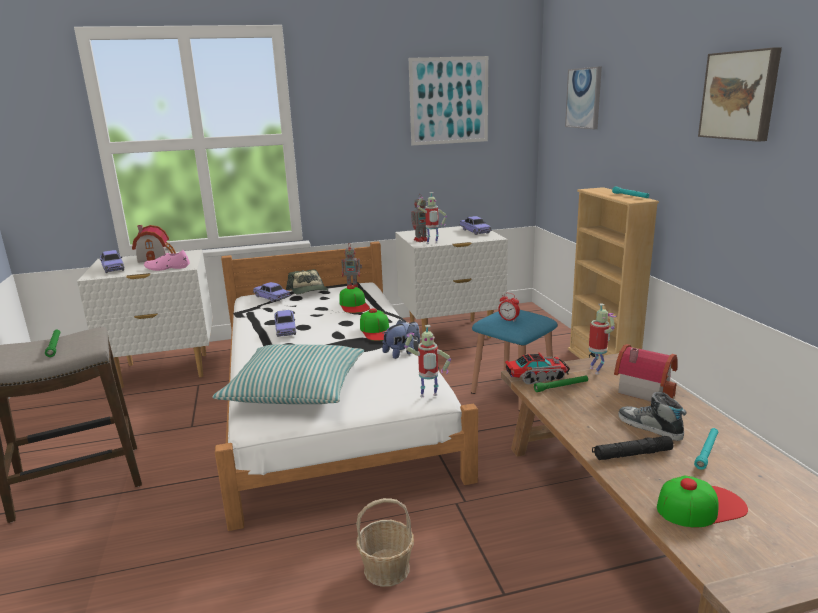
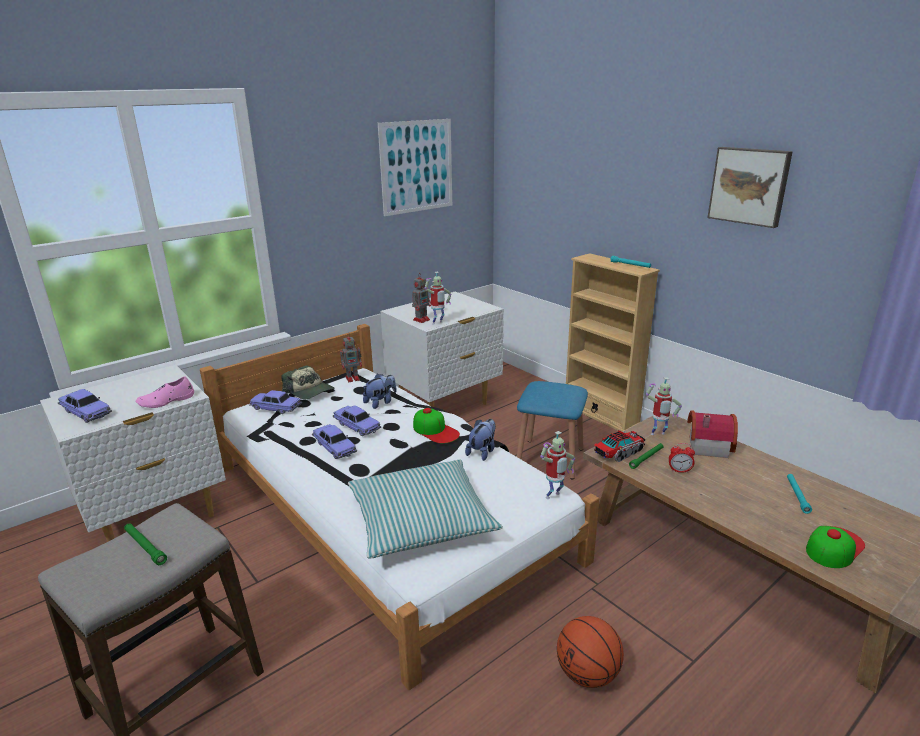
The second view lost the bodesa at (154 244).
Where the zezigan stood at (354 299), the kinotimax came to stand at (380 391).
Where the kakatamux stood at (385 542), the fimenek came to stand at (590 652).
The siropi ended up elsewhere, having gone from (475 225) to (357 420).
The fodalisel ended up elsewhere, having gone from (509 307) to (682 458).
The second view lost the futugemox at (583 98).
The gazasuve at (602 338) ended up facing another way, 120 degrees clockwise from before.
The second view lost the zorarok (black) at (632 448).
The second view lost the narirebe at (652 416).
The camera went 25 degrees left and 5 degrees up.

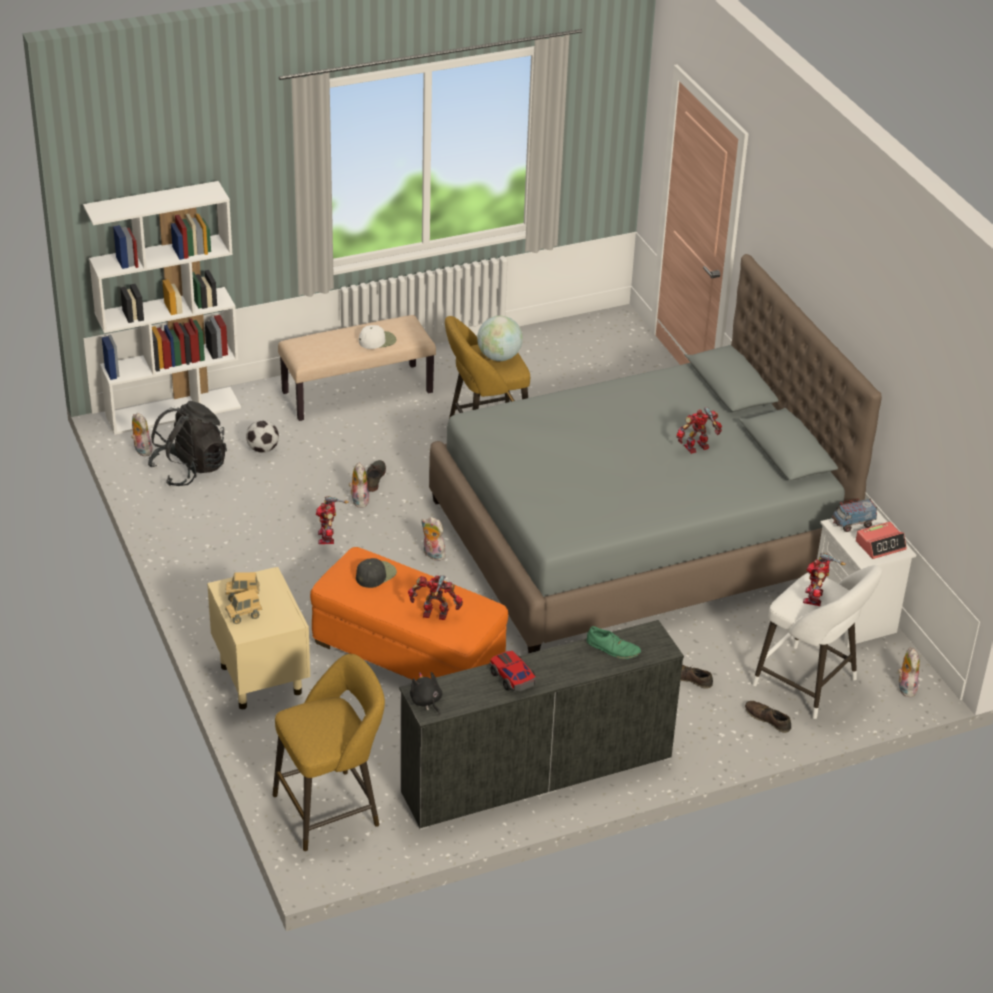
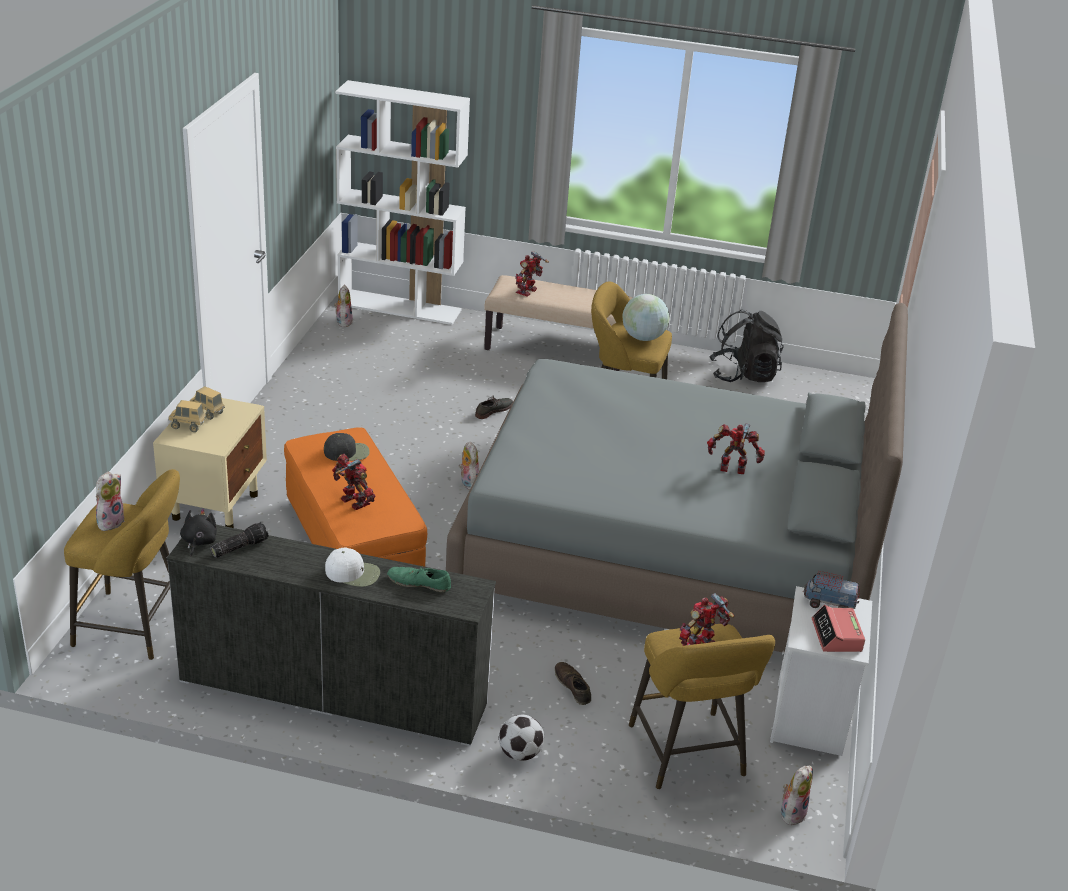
The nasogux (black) ended up elsewhere, having gone from (187 443) to (746 345).
The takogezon ended up elsewhere, having gone from (262 436) to (521 738).
The gazasuve ended up elsewhere, having gone from (332 520) to (532 274).
The kinotimax ended up elsewhere, having gone from (359 485) to (110 501).
The zezigan (white) ended up elsewhere, having gone from (377 337) to (352 567).
The second view lost the siropi at (513 671).
The narirebe (green) at (614 642) ended up facing another way, 135 degrees clockwise from before.
The second view lost the narirebe (brown) at (768 717).
What was the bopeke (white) at (817 642) turned into the bopeke (yellow) at (702 707).
The fodalisel at (881 540) ended up facing another way, 75 degrees clockwise from before.
The second view gained the zorarok at (239 540).
The camera went 35 degrees right and 5 degrees down.

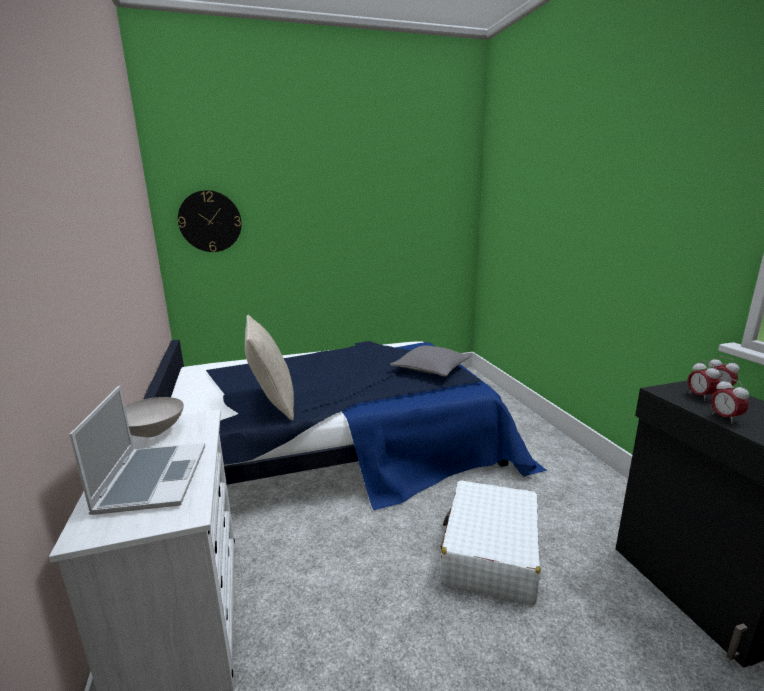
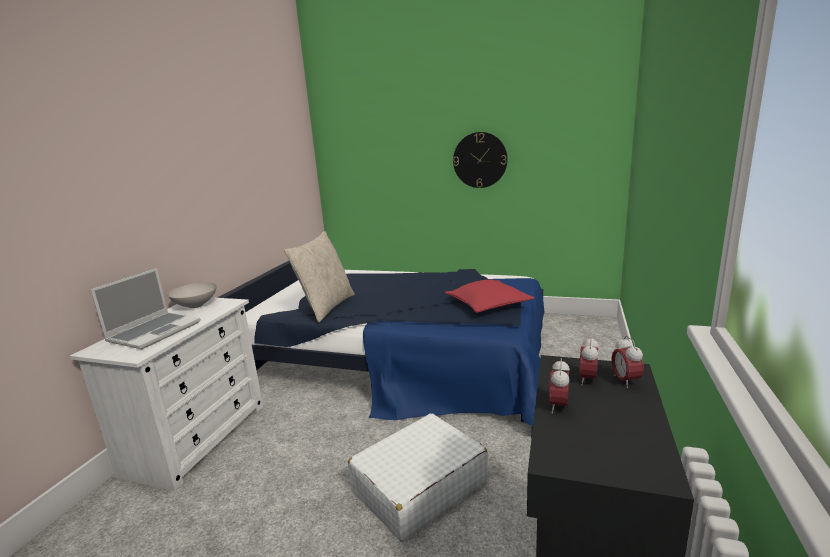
The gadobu ended up elsewhere, having gone from (209 221) to (480 160).
What was the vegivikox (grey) at (431 361) turned into the vegivikox (red) at (489 296).
The camera went 35 degrees right and 0 degrees up.

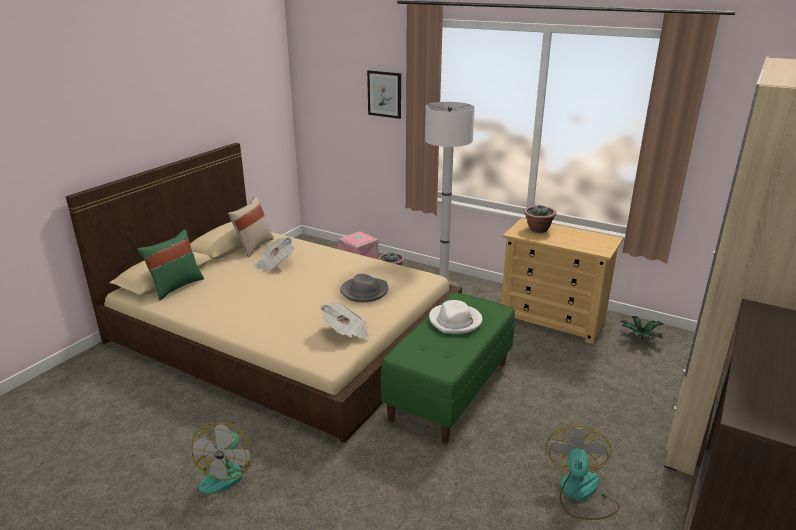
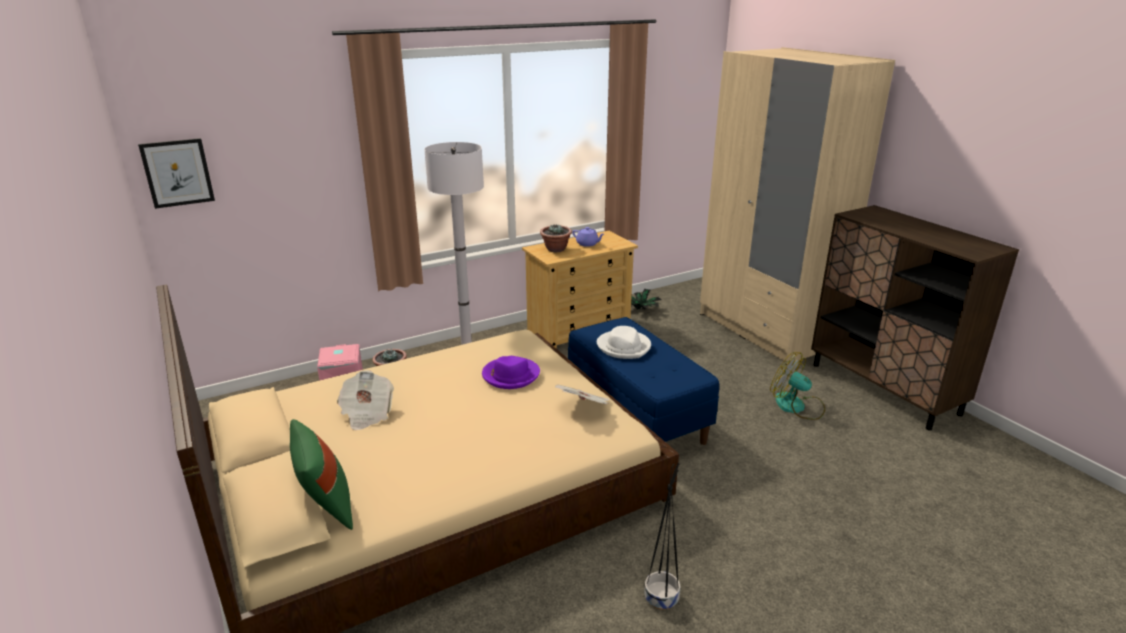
Where the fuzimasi stood at (222 458), the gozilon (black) came to stand at (662 536).
The second view lost the vegivikox (beige) at (251 227).
What was the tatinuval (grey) at (364 288) turned into the tatinuval (purple) at (511 372).
The futugemox ended up elsewhere, having gone from (384 94) to (176 173).
What was the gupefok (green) at (448 368) turned into the gupefok (blue) at (643 381).
The second view gained the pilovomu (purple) at (588 237).
The camera went 60 degrees left and 0 degrees up.

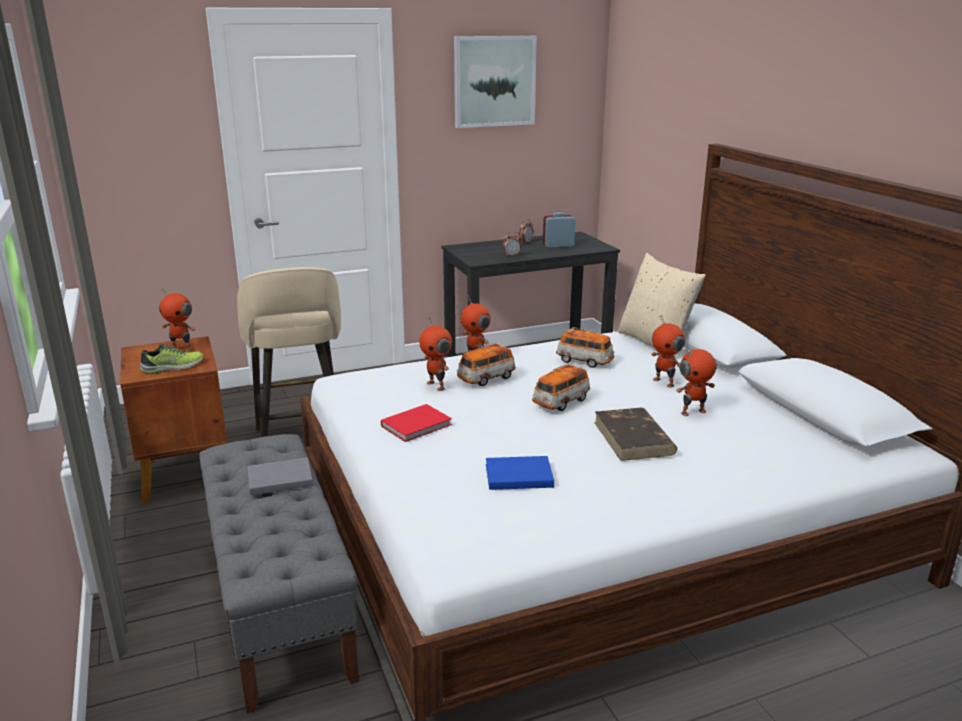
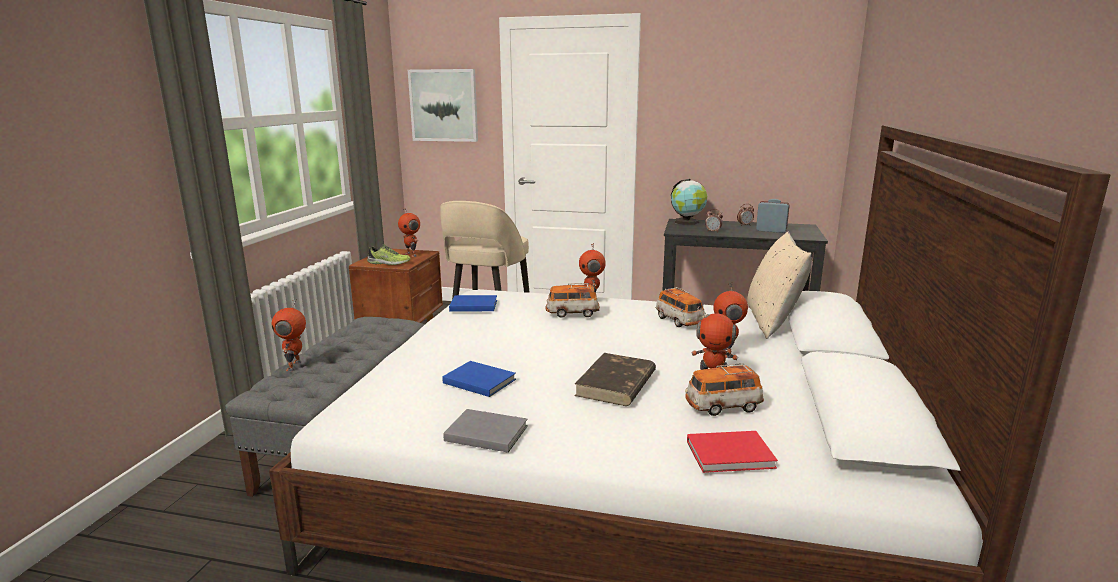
The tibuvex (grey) ended up elsewhere, having gone from (280 476) to (485 431).
The tibuvex (red) ended up elsewhere, having gone from (416 423) to (732 452).
The gazasuve ended up elsewhere, having gone from (435 354) to (289 335).
The futugemox ended up elsewhere, having gone from (495 82) to (443 105).
The siropi ended up elsewhere, having gone from (561 387) to (724 389).
The second view gained the tibuvex (blue) at (473 303).
The second view gained the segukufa at (689 202).
The camera went 35 degrees right and 5 degrees down.

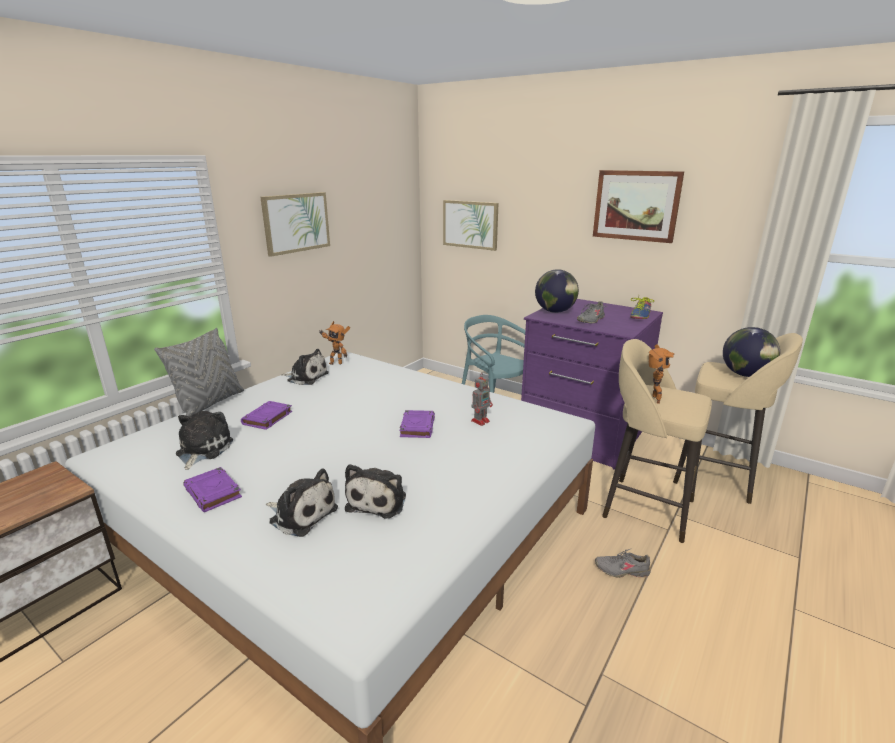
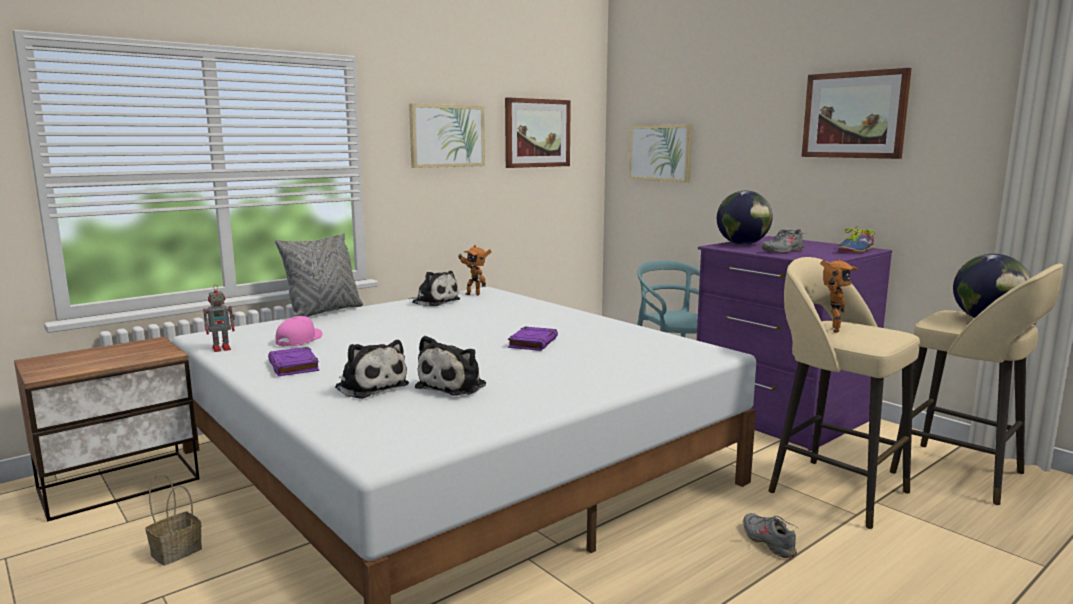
Where the kinotimax stood at (204 440), the zezigan (pink) came to stand at (299 331).
The second view lost the tibuvex (purple) at (266 415).
The gazasuve ended up elsewhere, having gone from (482 399) to (219 318).
The narirebe (grey) at (623 563) ended up facing another way, 45 degrees clockwise from before.
The second view gained the kakatamux at (173 519).
The second view gained the futugemox at (538 132).
The camera went 15 degrees right and 10 degrees down.

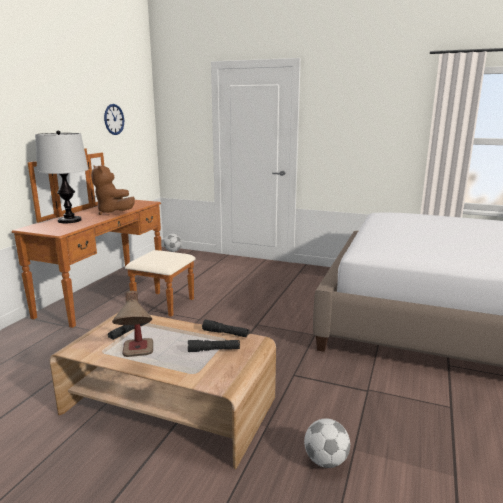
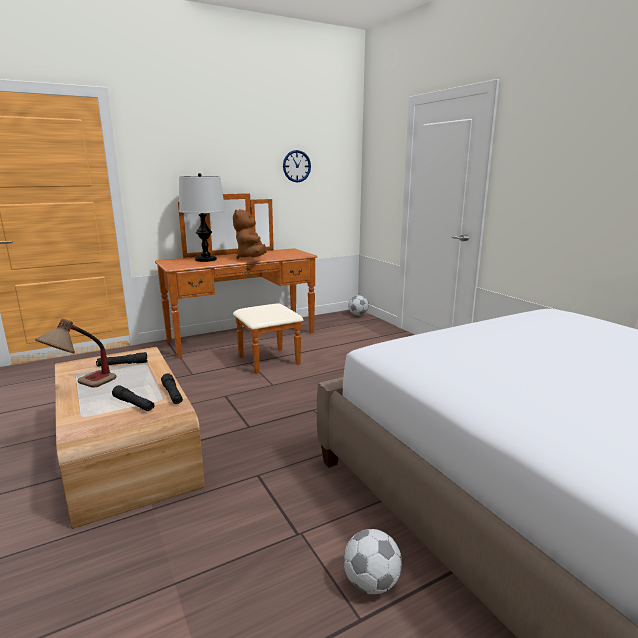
The takogezon ended up elsewhere, having gone from (327 443) to (372 561).
The camera went 40 degrees right and 0 degrees up.

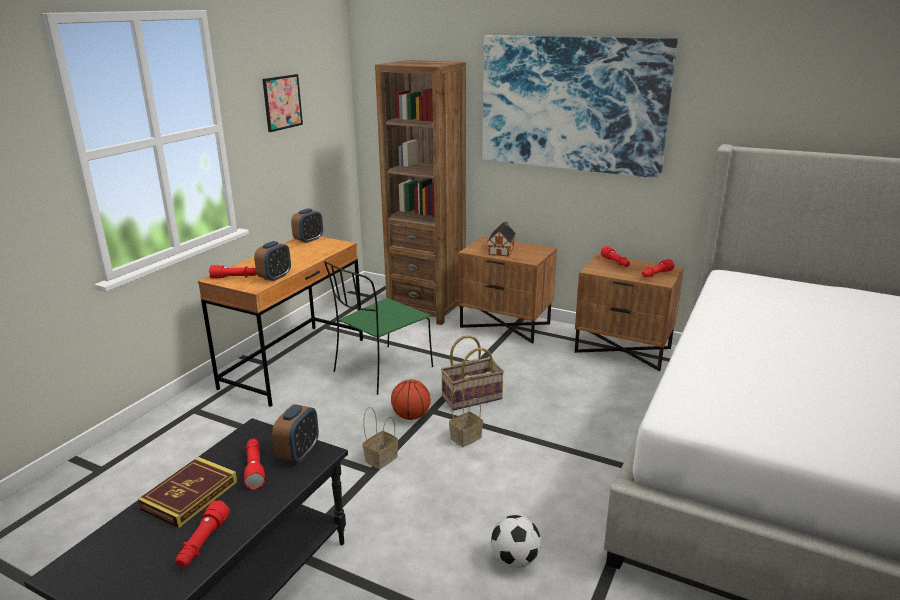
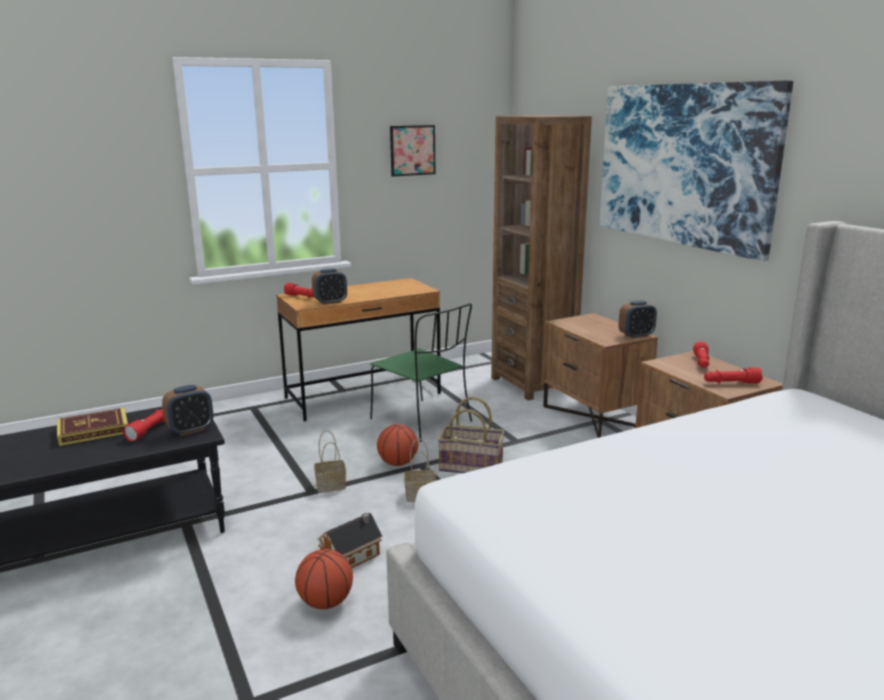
The second view lost the zorarok (red) at (202 534).
The fodalisel ended up elsewhere, having gone from (307 225) to (637 320).
The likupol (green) at (378 328) ended up facing another way, 120 degrees counterclockwise from before.
The bodesa ended up elsewhere, having gone from (501 239) to (350 540).
Where the takogezon stood at (516 541), the fimenek came to stand at (324 579).
The camera went 35 degrees right and 5 degrees down.

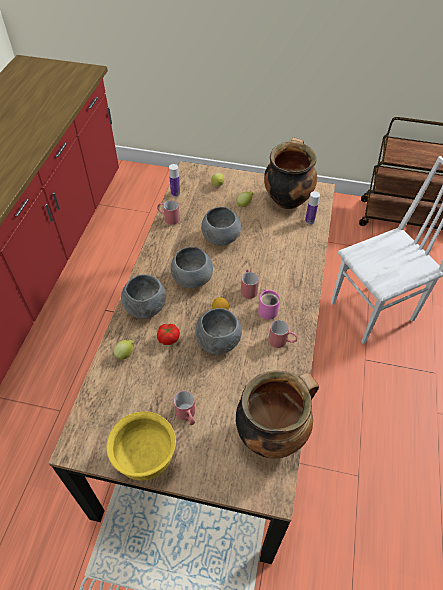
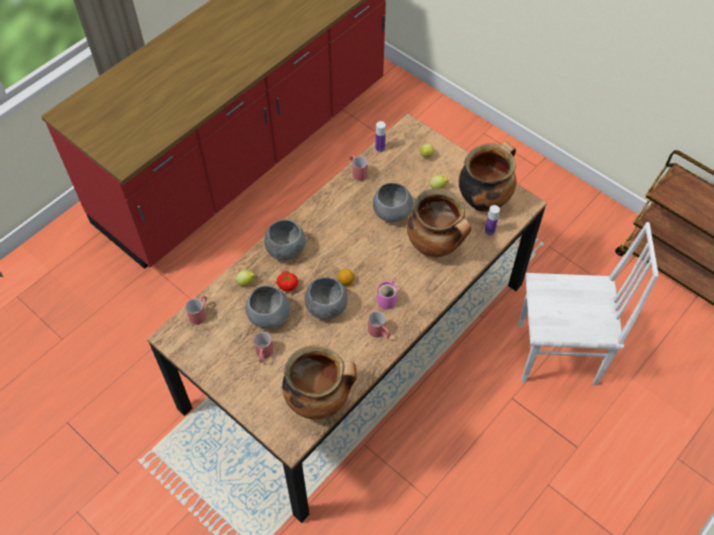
The second view lost the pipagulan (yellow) at (141 446).
The pipagulan (grey) ended up elsewhere, having gone from (192 267) to (268 307).
The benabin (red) ended up elsewhere, having gone from (250 284) to (196 310).
The second view gained the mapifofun at (439 222).
The camera went 30 degrees right and 5 degrees up.

